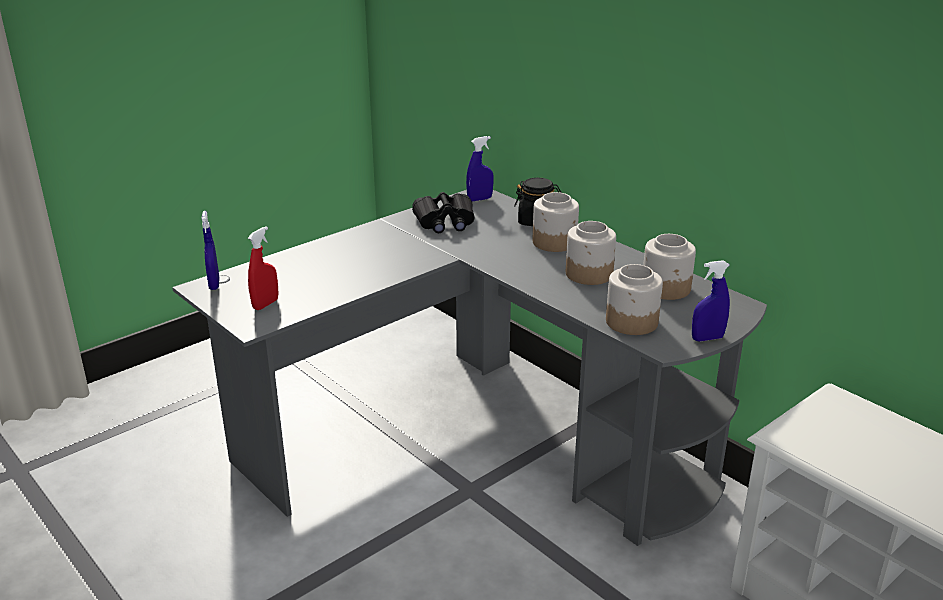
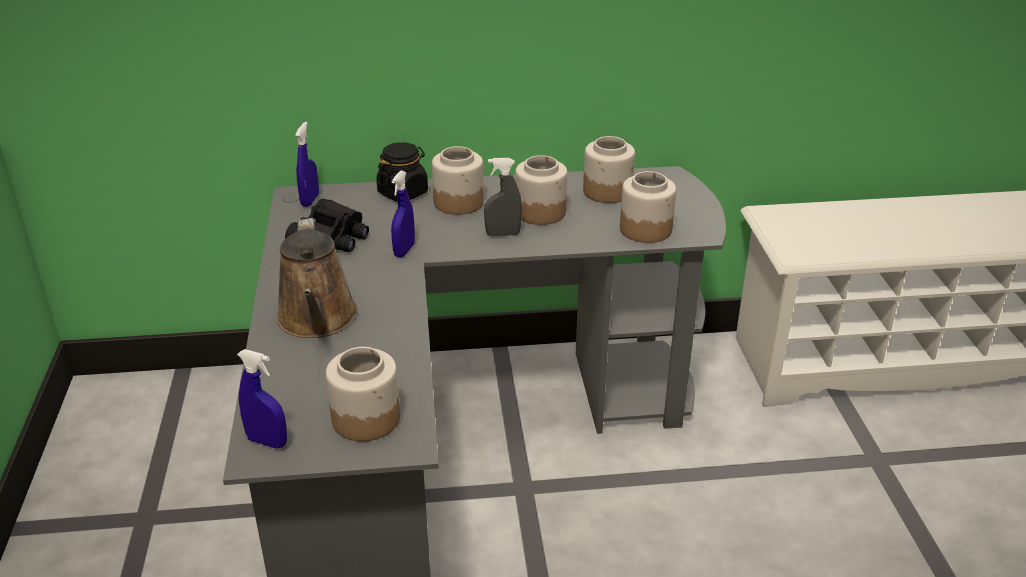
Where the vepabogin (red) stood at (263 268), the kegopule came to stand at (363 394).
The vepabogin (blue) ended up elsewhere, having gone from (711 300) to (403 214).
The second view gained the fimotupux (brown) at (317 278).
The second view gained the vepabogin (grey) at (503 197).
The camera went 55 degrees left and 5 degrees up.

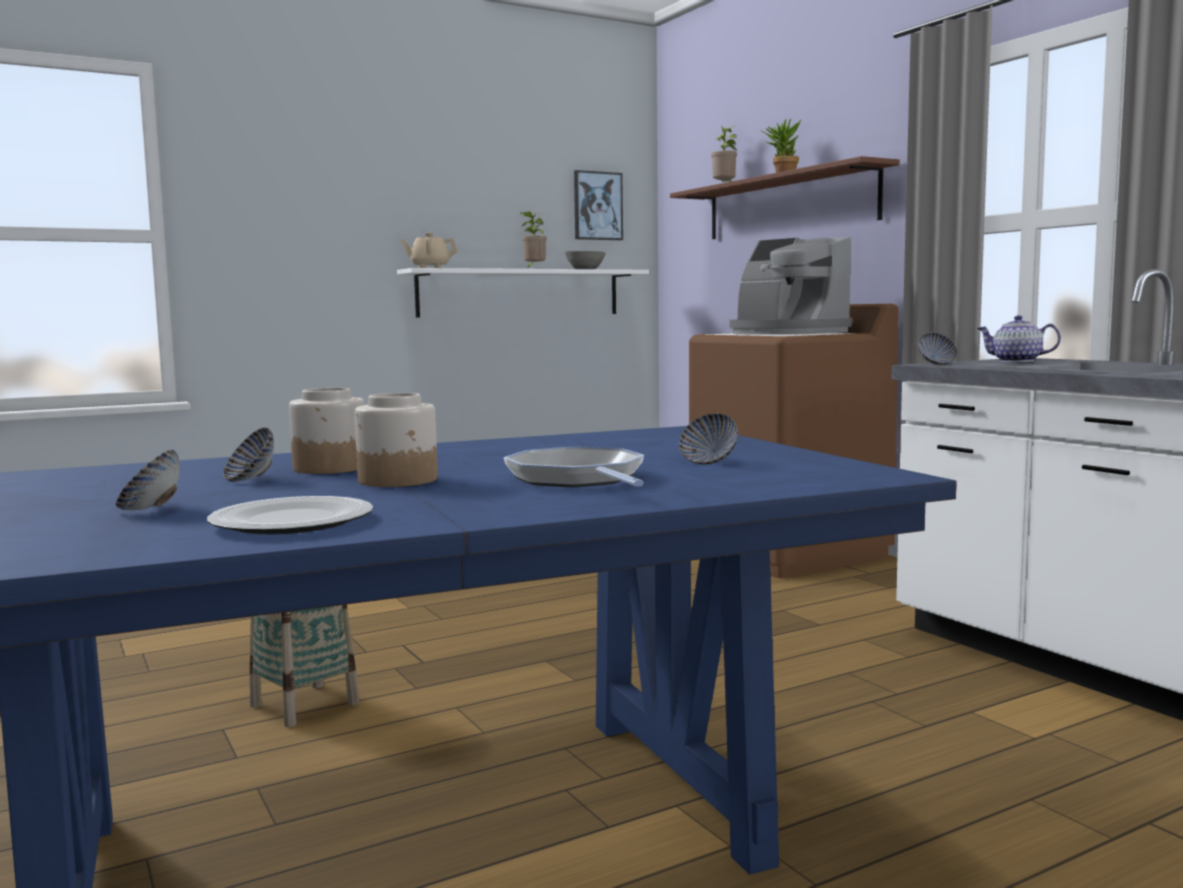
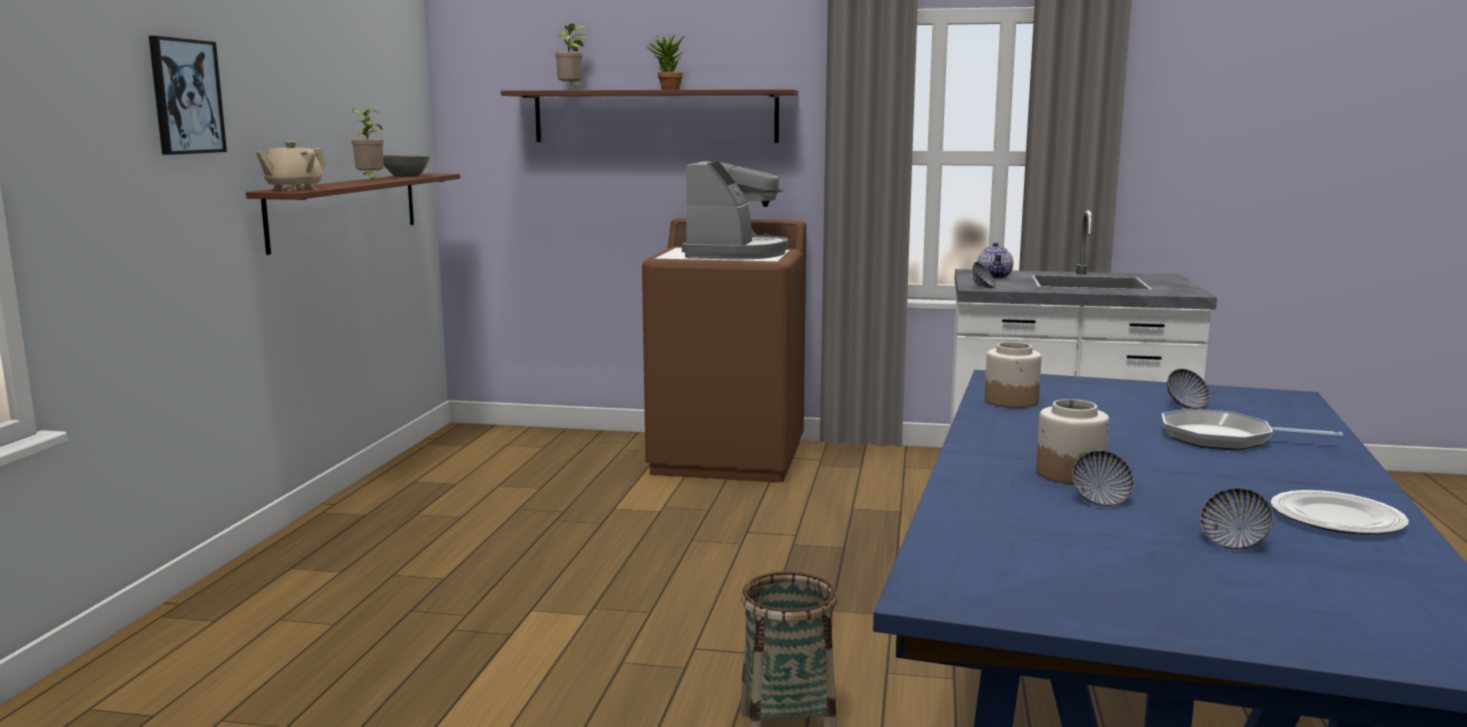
The kegopule ended up elsewhere, having gone from (396 440) to (1013 375).
What was the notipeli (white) at (523 293) turned into the notipeli (brown) at (353 214).
The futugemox ended up elsewhere, having gone from (598 205) to (188 95).
The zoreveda at (791 286) ended up facing another way, 75 degrees counterclockwise from before.
The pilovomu at (1019 338) ended up facing another way, 60 degrees counterclockwise from before.
The camera went 50 degrees left and 5 degrees up.

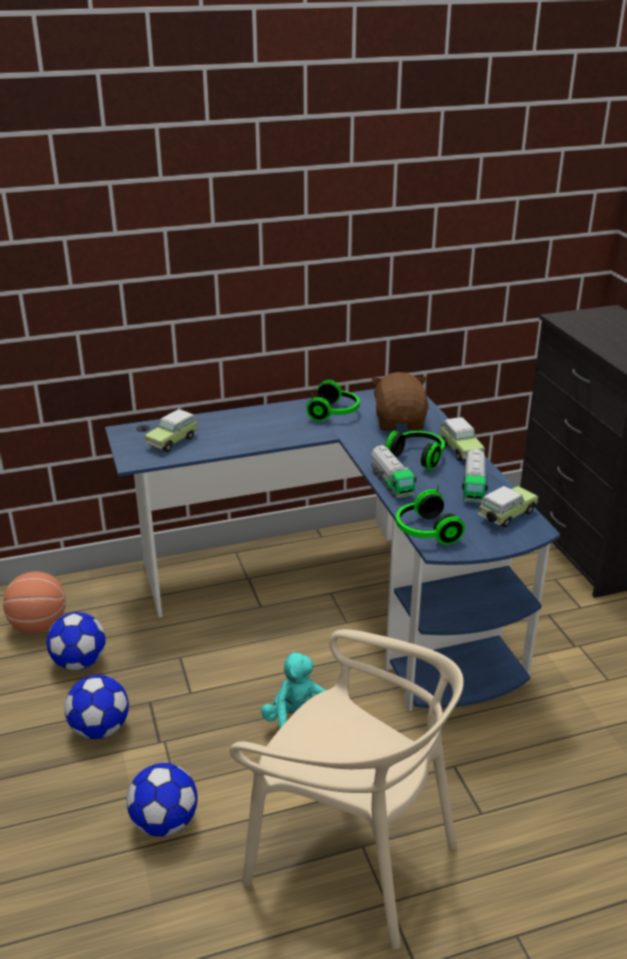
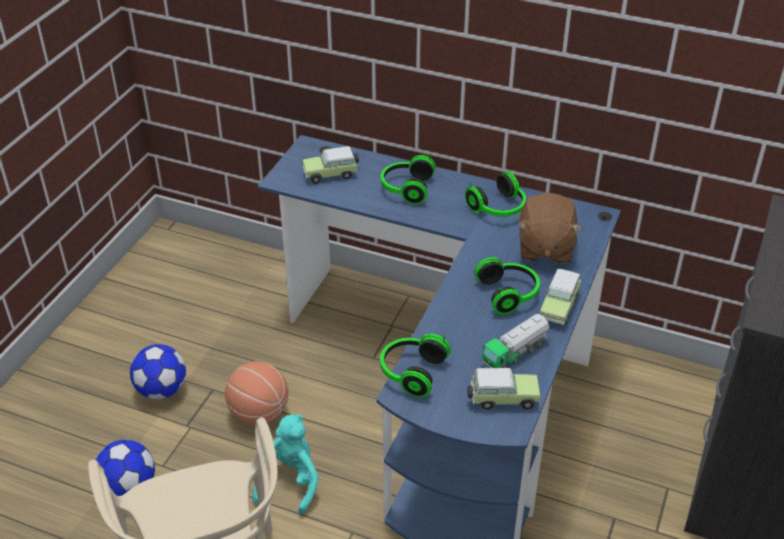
The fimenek ended up elsewhere, having gone from (34 602) to (256 393).
The second view lost the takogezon at (76 641).
The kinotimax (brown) at (400 401) ended up facing another way, 150 degrees clockwise from before.
The second view lost the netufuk at (393 471).
The second view gained the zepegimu at (408 178).
The camera went 40 degrees right and 10 degrees up.

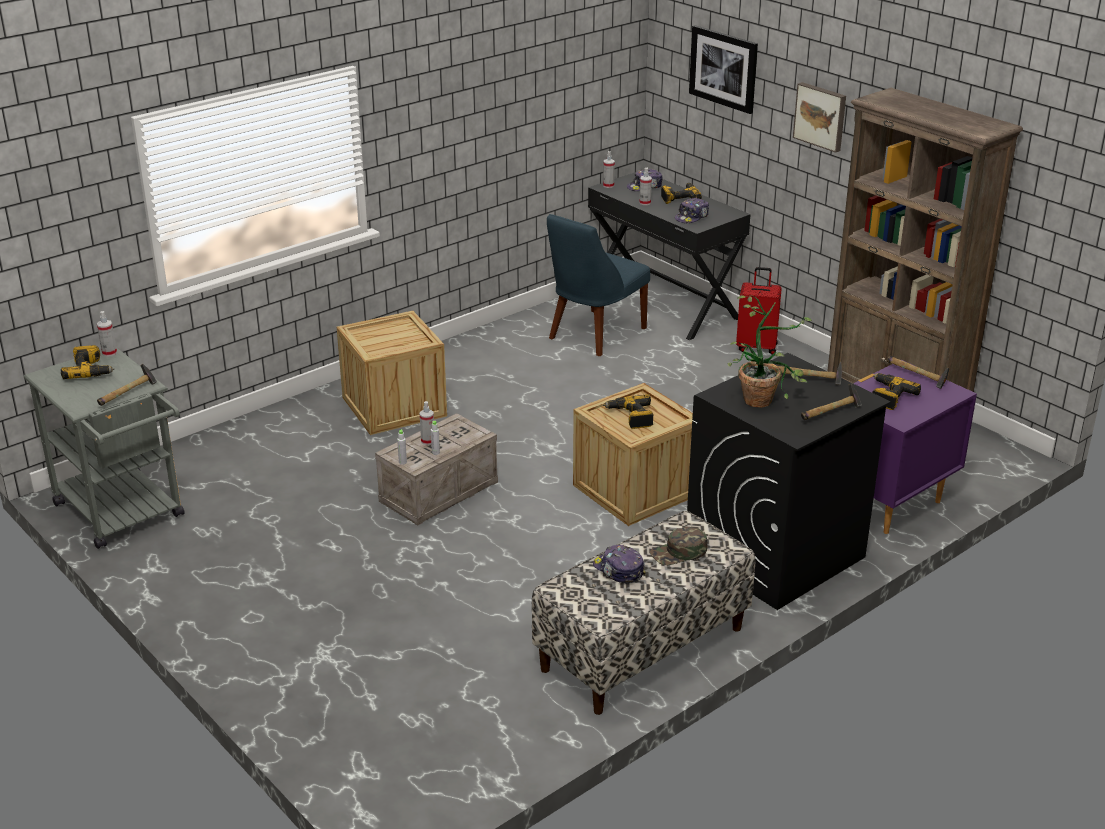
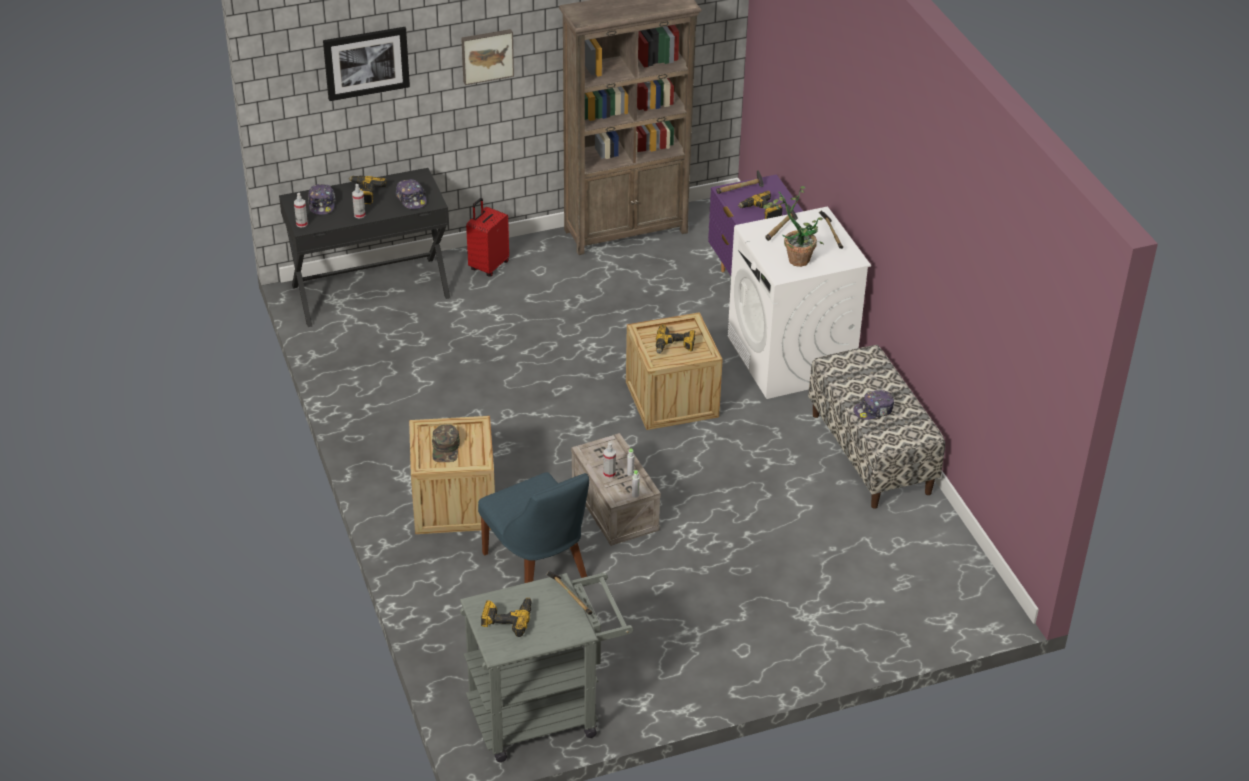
The second view lost the vepabogin at (107 334).
The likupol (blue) ended up elsewhere, having gone from (598 285) to (533 527).
The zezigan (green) ended up elsewhere, having gone from (678 545) to (446 443).
What was the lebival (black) at (789 481) turned into the lebival (white) at (799 302).
The camera went 70 degrees left and 10 degrees up.

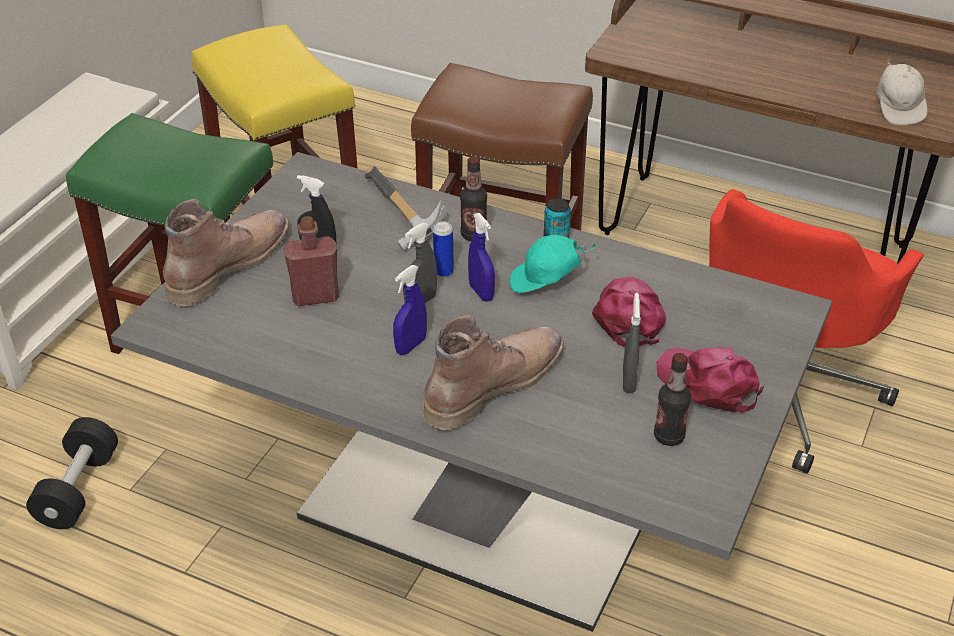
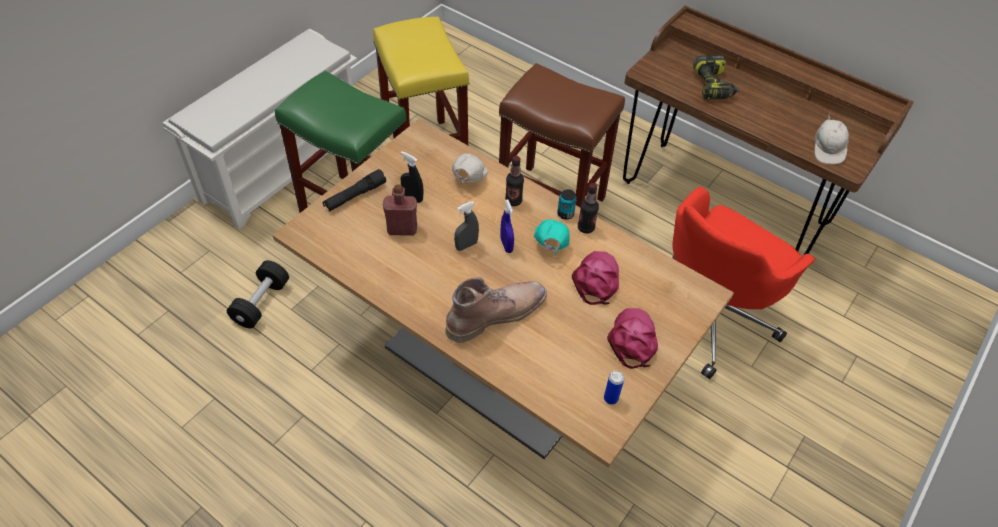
What was the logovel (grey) at (471 392) turned into the logovel (brown) at (503 293).
Where the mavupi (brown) stood at (226 252), the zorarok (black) came to stand at (354 190).
Where the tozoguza stood at (405 208), the zezigan (white) came to stand at (470 168).
The second view lost the vepabogin (blue) at (410 310).
The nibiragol ended up elsewhere, having gone from (443 249) to (614 388).
The zezigan (turquoise) at (552 264) ended up facing another way, 90 degrees clockwise from before.
The second view lost the vepabogin (grey) at (632 343).
The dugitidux ended up elsewhere, having gone from (672 399) to (588 208).
The zezigan (pink) at (710 380) ended up facing another way, 45 degrees clockwise from before.
The second view gained the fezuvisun at (716 77).
The camera went 10 degrees right and 10 degrees up.

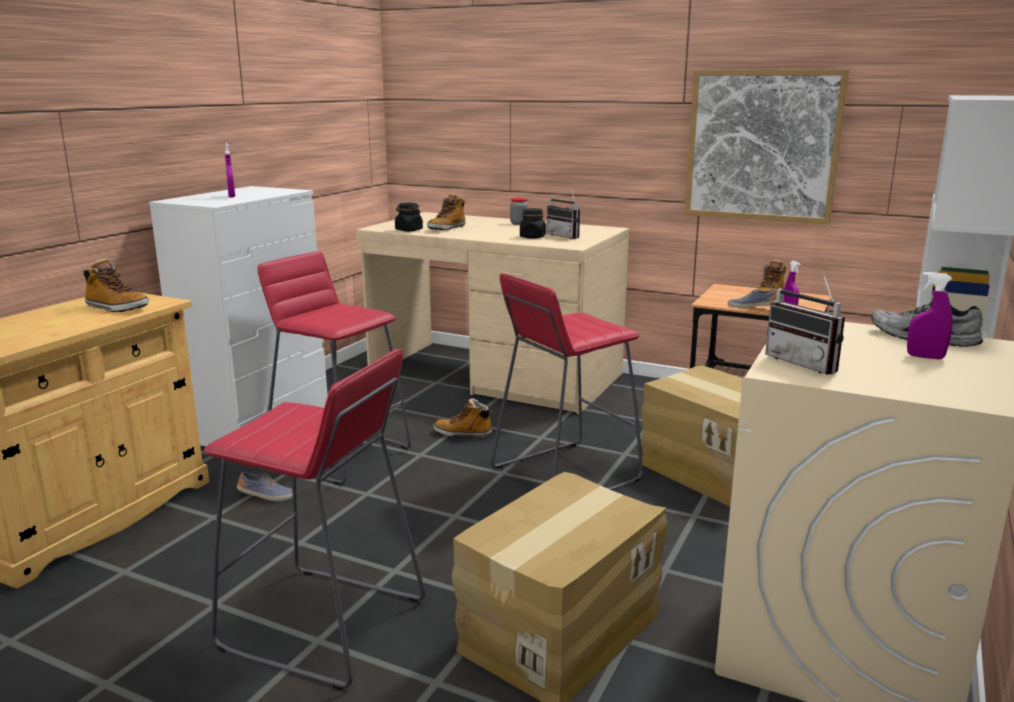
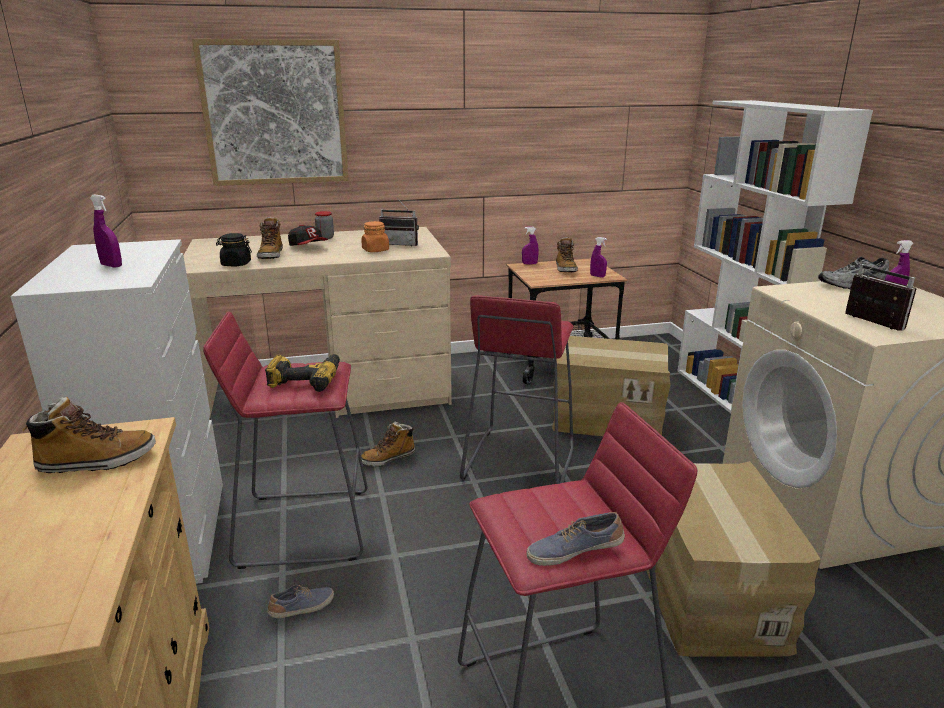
What was the kegopule (black) at (533 223) turned into the kegopule (orange) at (375 236).
The futugemox ended up elsewhere, having gone from (766 146) to (270 112).
The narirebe ended up elsewhere, having gone from (752 298) to (575 539).
The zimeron at (805 323) ended up facing another way, 135 degrees counterclockwise from before.
The second view gained the fezuvisun at (302 373).
The second view gained the zezigan at (308 235).
The second view gained the vepabogin (purple) at (530 245).
The camera went 40 degrees left and 5 degrees up.

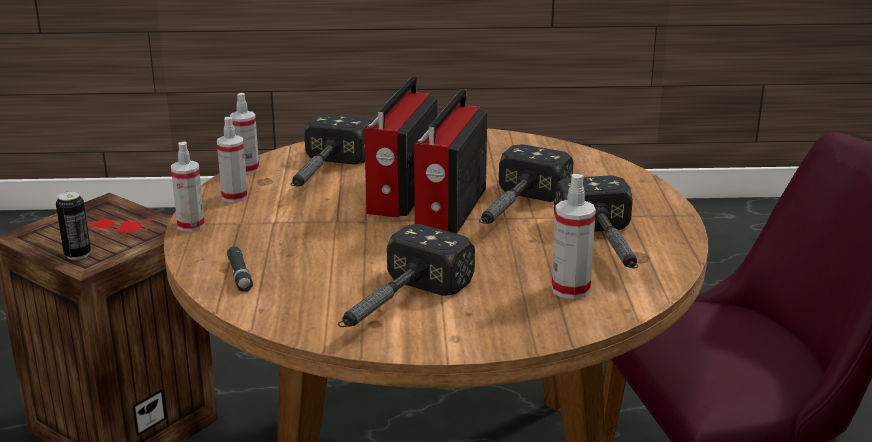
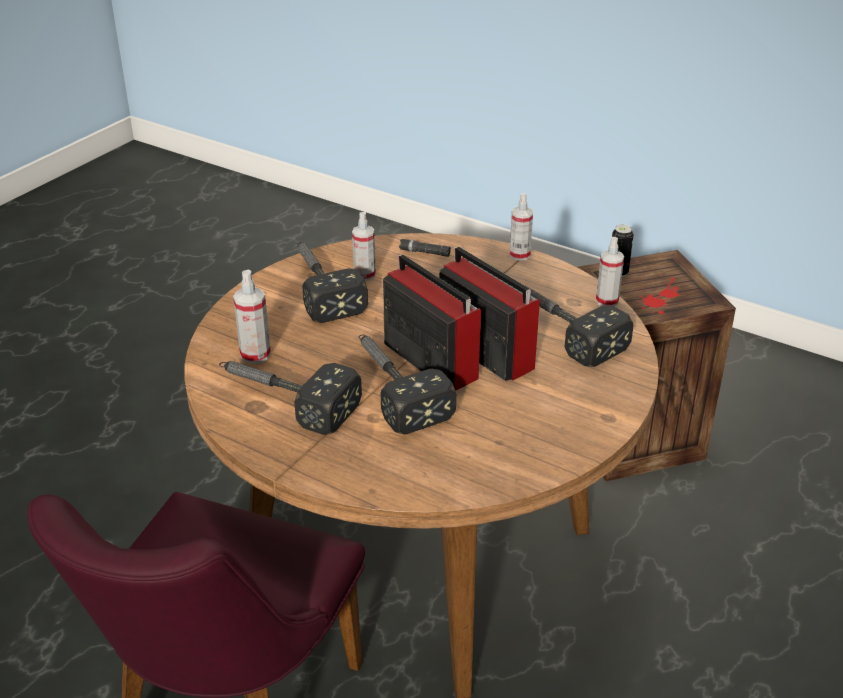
The vepabogin ended up elsewhere, having gone from (232 159) to (364 246).
The camera went 125 degrees right and 10 degrees up.

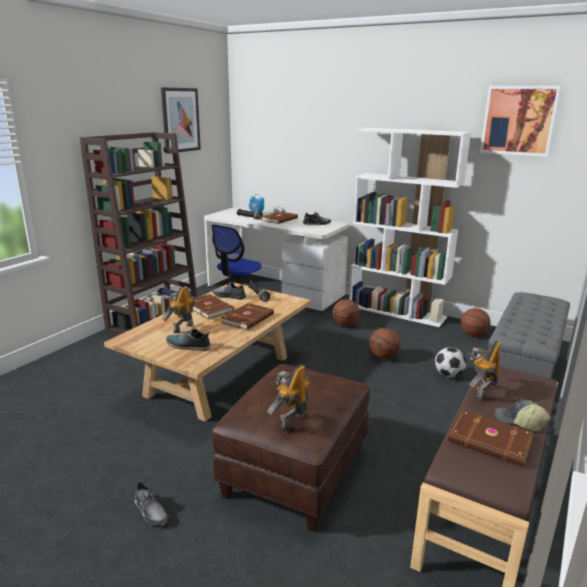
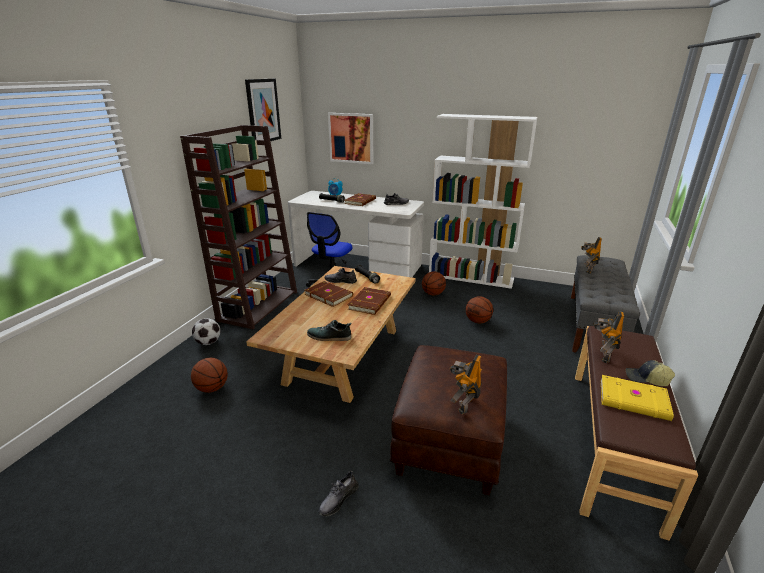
The narirebe (grey) at (151 503) ended up facing another way, 90 degrees clockwise from before.
The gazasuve ended up elsewhere, having gone from (178 309) to (591 255).
The takogezon ended up elsewhere, having gone from (450 362) to (206 331).
What was the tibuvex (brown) at (491 438) turned into the tibuvex (yellow) at (637 398).
The fimenek ended up elsewhere, having gone from (476 322) to (209 375).
The futugemox ended up elsewhere, having gone from (520 121) to (351 138).
The camera went 10 degrees left and 5 degrees up.

